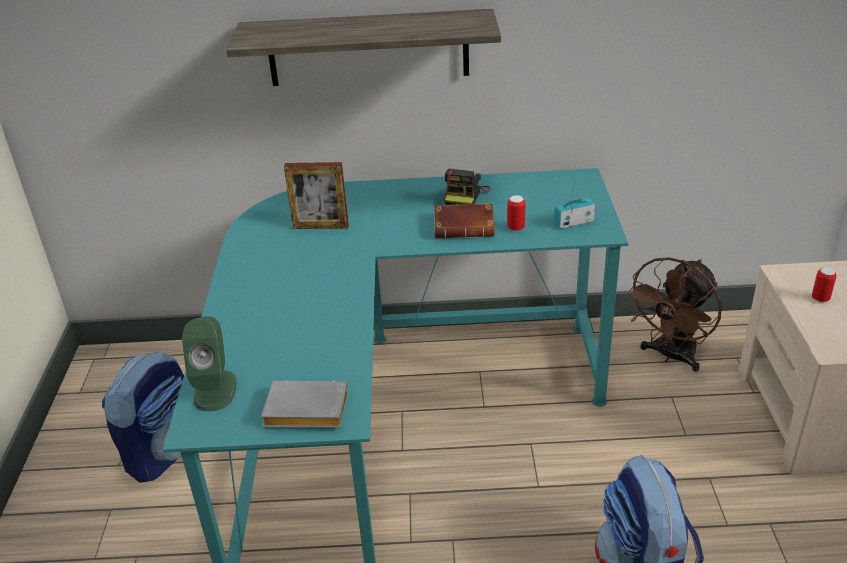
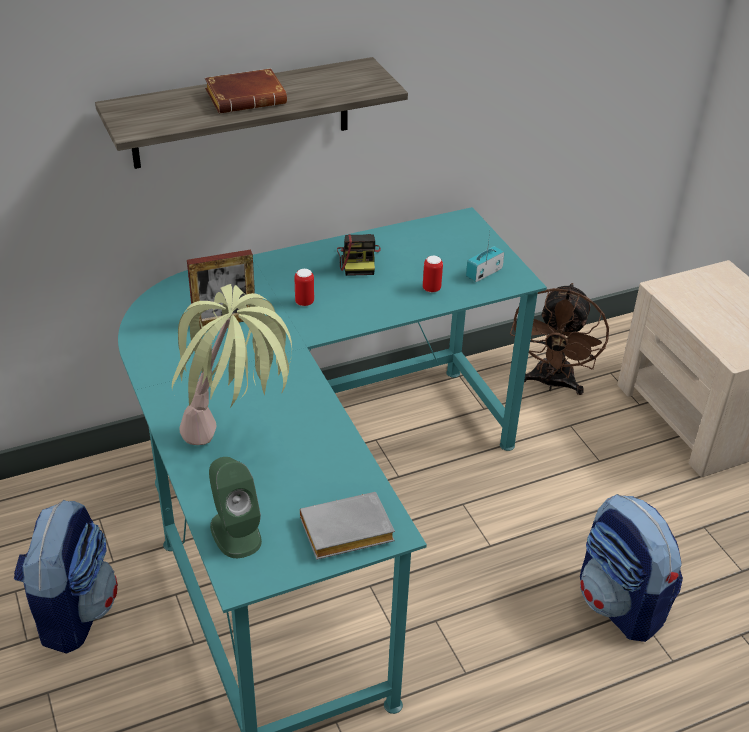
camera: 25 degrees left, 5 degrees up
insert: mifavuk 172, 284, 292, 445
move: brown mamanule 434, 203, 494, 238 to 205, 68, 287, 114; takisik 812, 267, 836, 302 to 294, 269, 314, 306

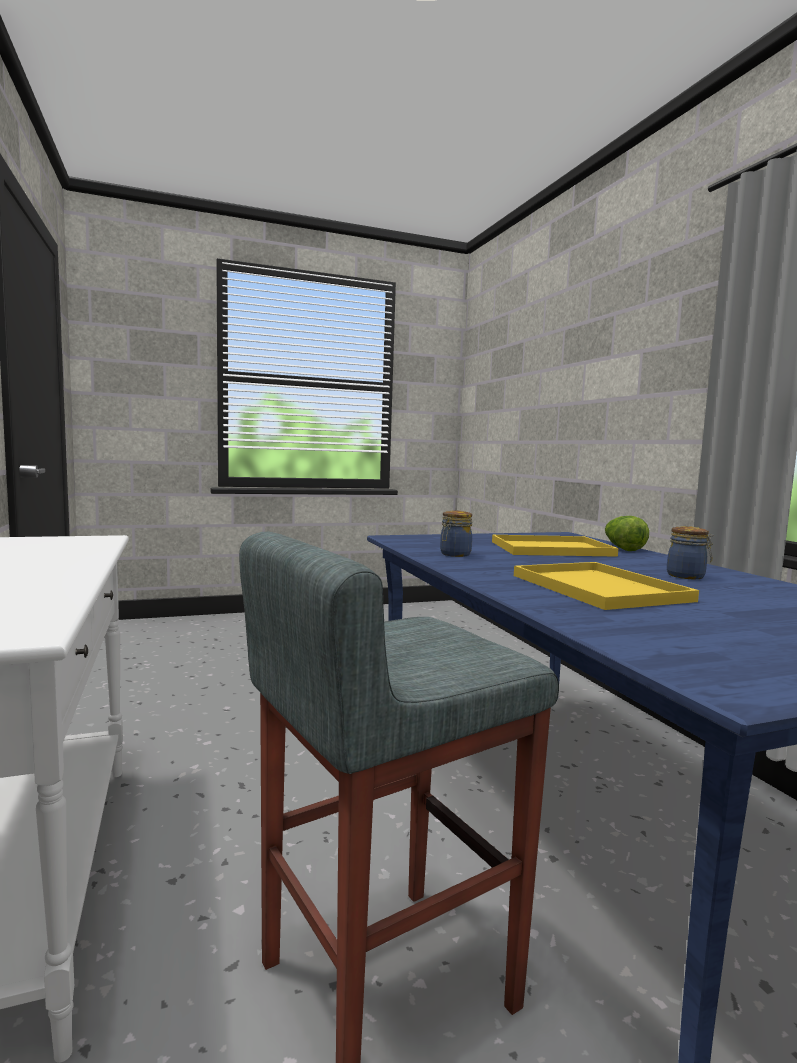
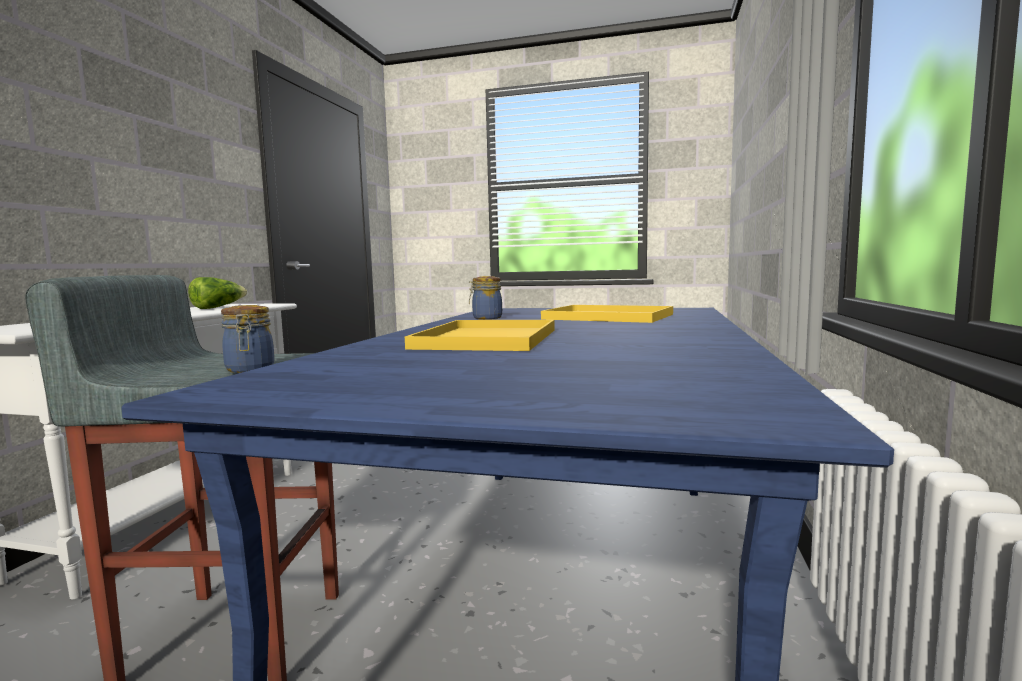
camera: 35 degrees right, 0 degrees up
move: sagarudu 605, 516, 649, 551 to 188, 277, 247, 309; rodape 667, 526, 714, 579 to 221, 305, 275, 373

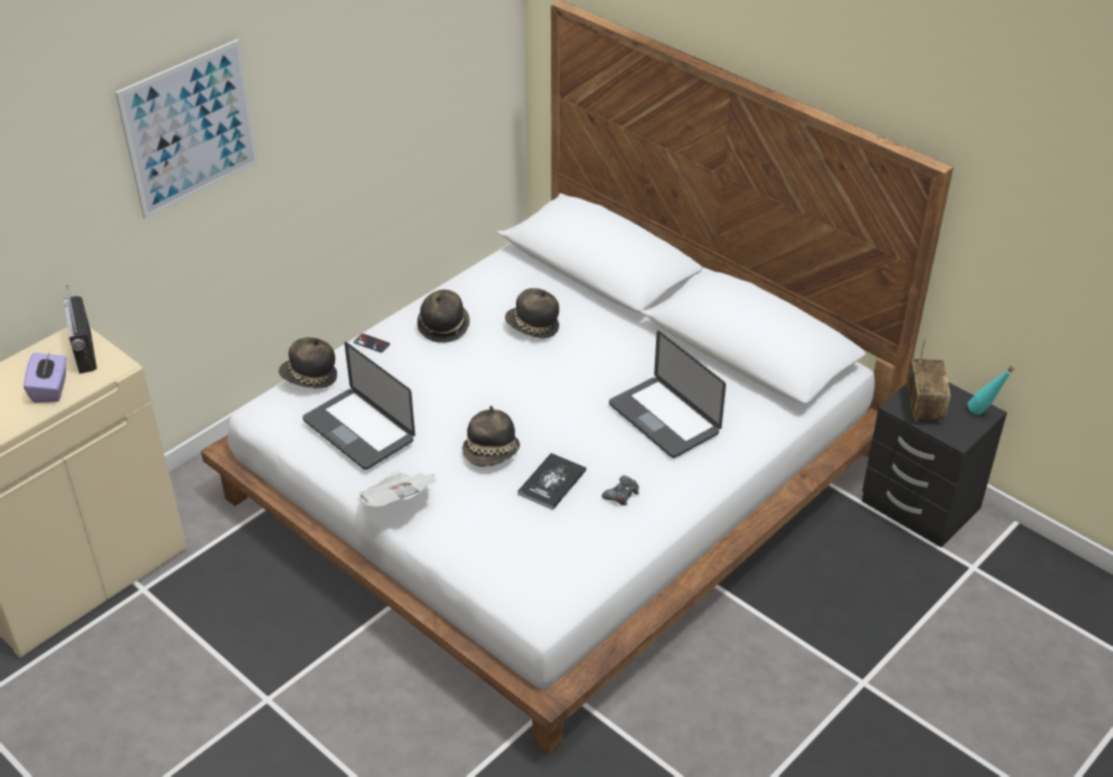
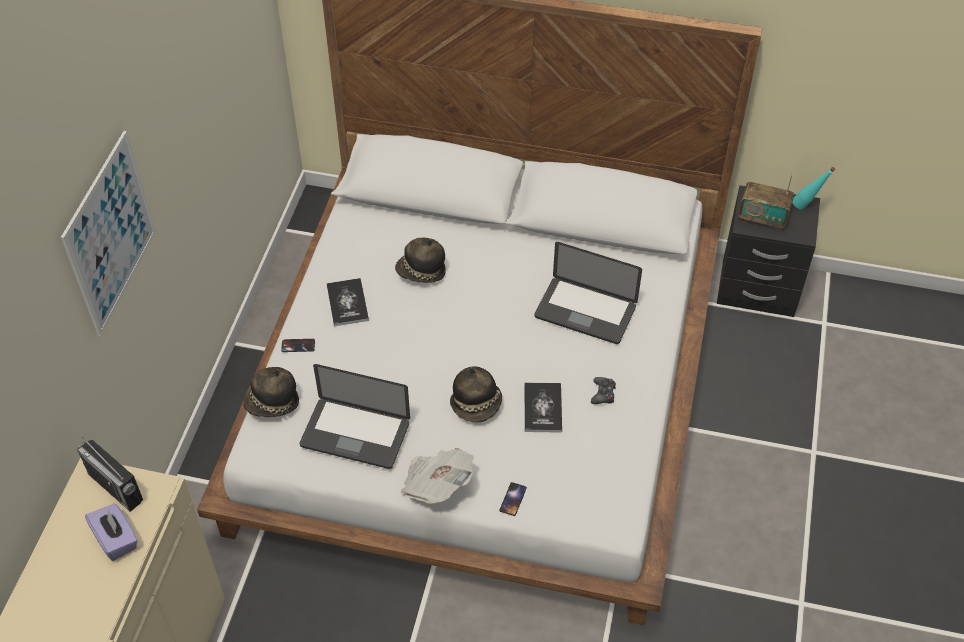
camera: 30 degrees left, 10 degrees up
insert: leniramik 499, 482, 527, 516
replace: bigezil 417, 290, 470, 343 to mamanule 326, 278, 369, 327
rotate: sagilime 907, 336, 950, 423 = 738, 173, 794, 230 135 degrees clockwise

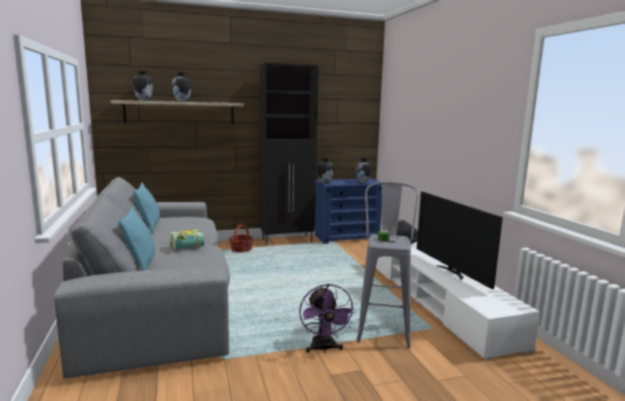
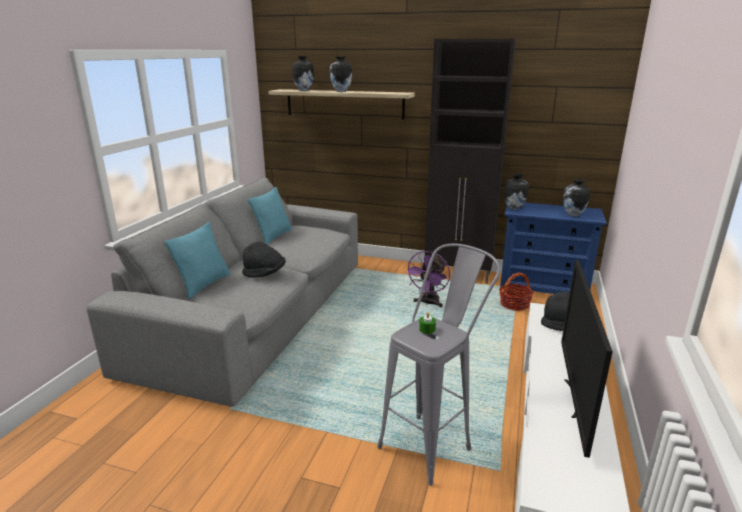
camera: 35 degrees right, 10 degrees up
move: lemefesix 229, 224, 253, 252 to 499, 272, 534, 311; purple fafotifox 299, 284, 356, 353 to 405, 251, 450, 307
replace: mamanule 170, 229, 204, 250 to black bigezil 242, 242, 286, 278

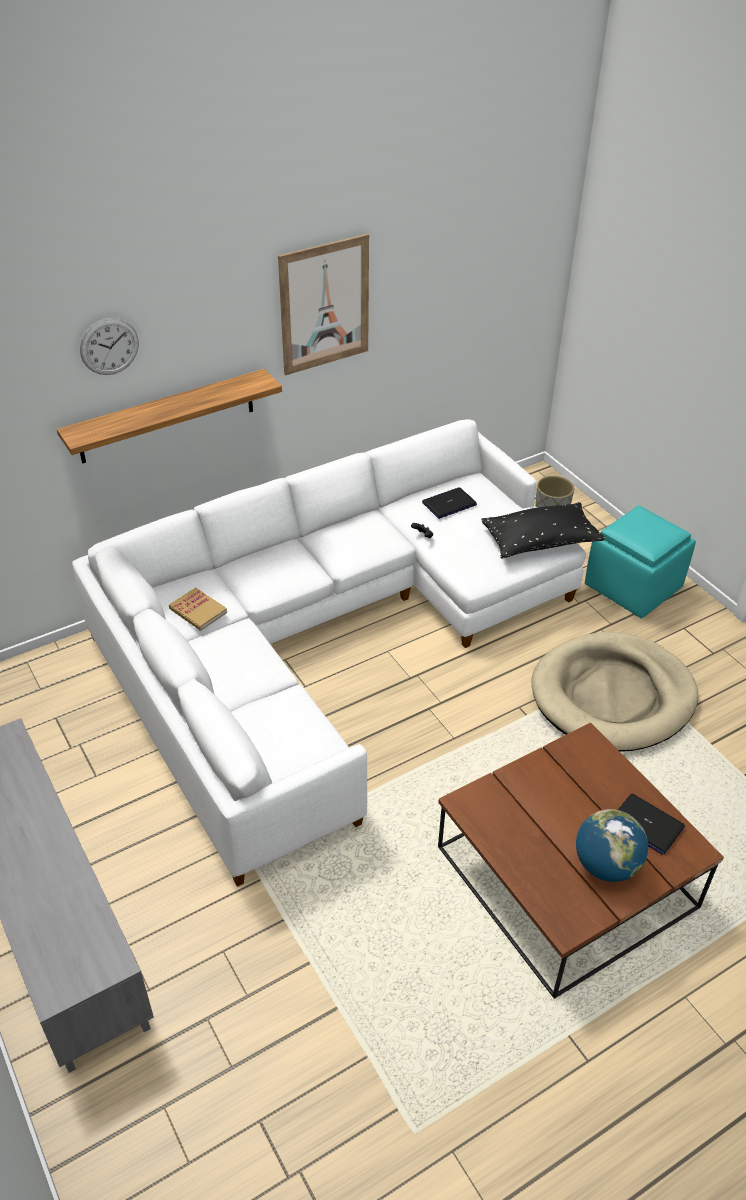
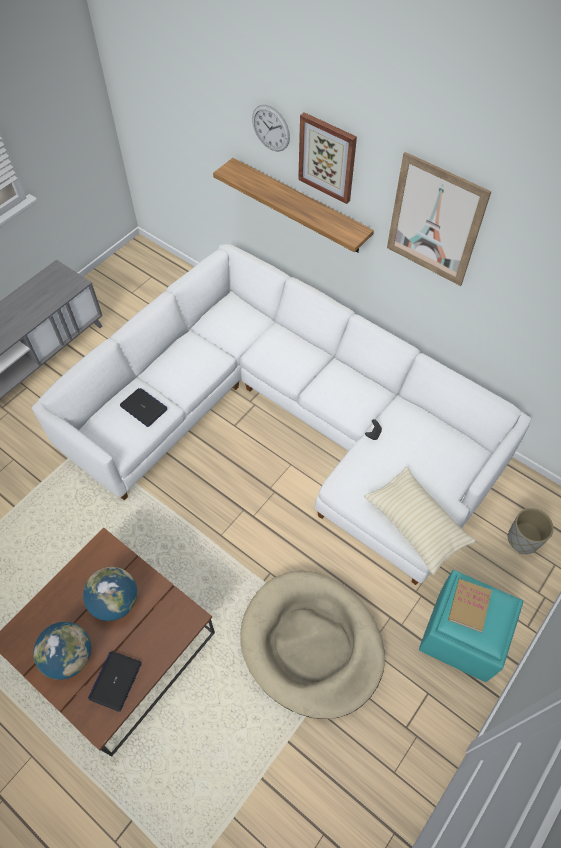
camera: 70 degrees right, 15 degrees up
insert: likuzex 83, 567, 137, 621; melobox 298, 112, 357, 204
move: mamanule 169, 587, 227, 631 to 448, 579, 492, 632; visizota 422, 487, 477, 519 to 120, 388, 168, 427
recolor: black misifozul 481, 502, 605, 559 to beige misifozul 364, 467, 476, 575

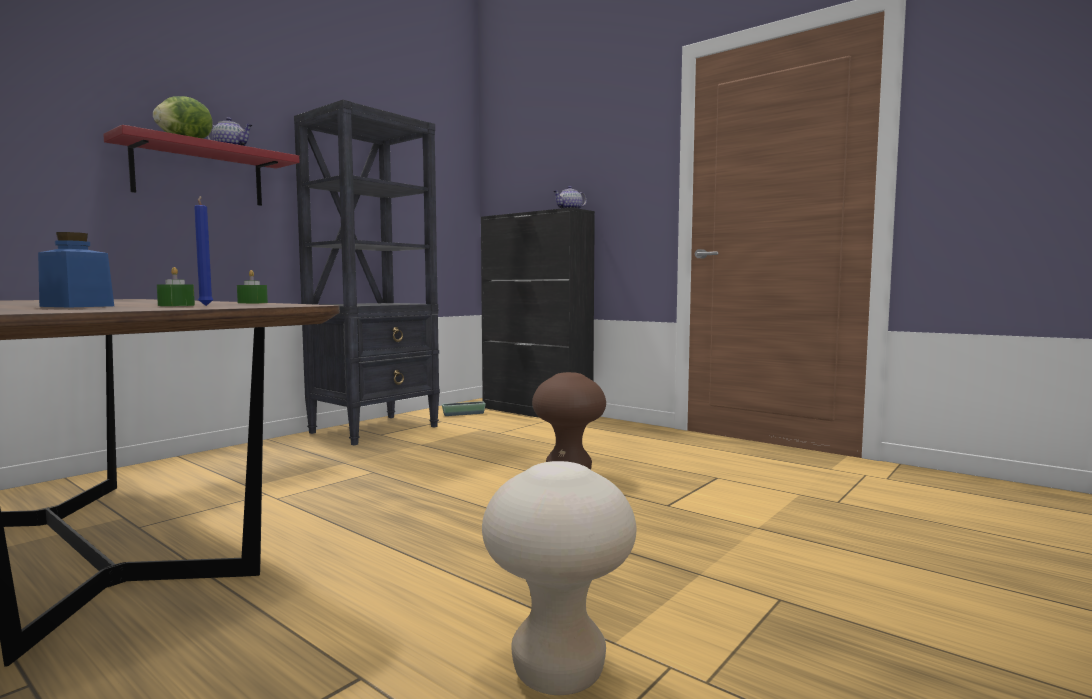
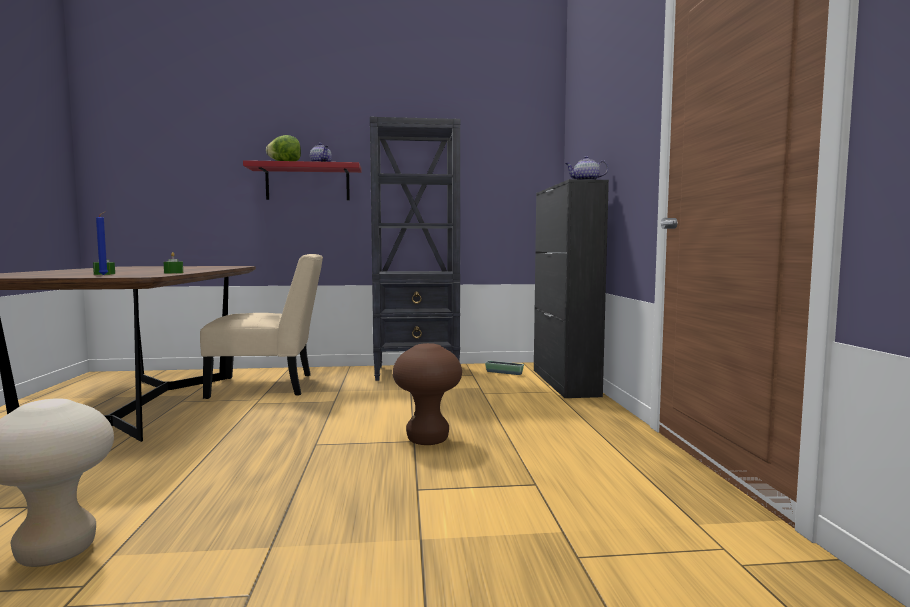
camera: 45 degrees right, 0 degrees up
delete: blue rodape 38, 232, 114, 307
insert: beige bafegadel 200, 254, 323, 399

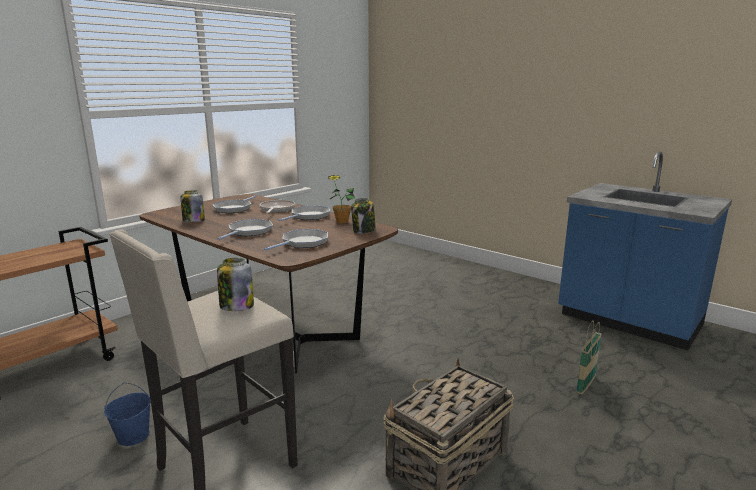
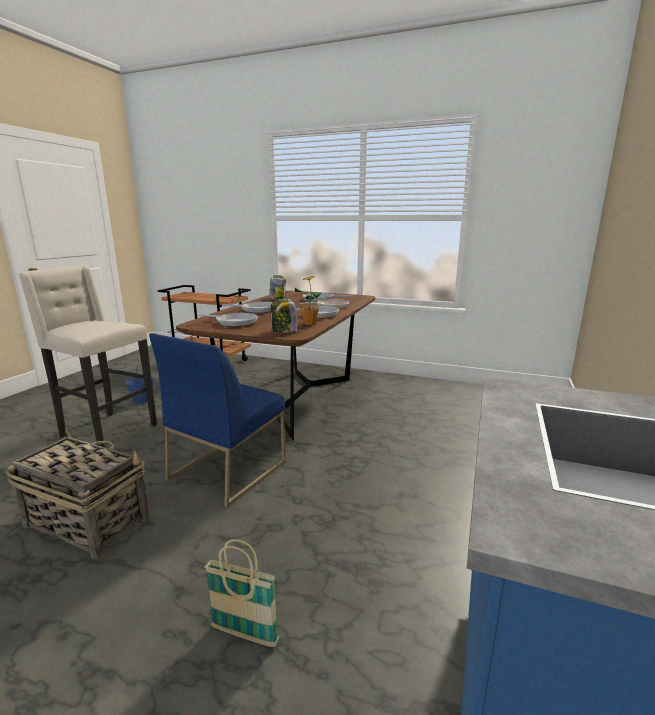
camera: 70 degrees right, 0 degrees up
delete: rodape 217, 258, 254, 311
insert: blue bafegadel 149, 333, 286, 507

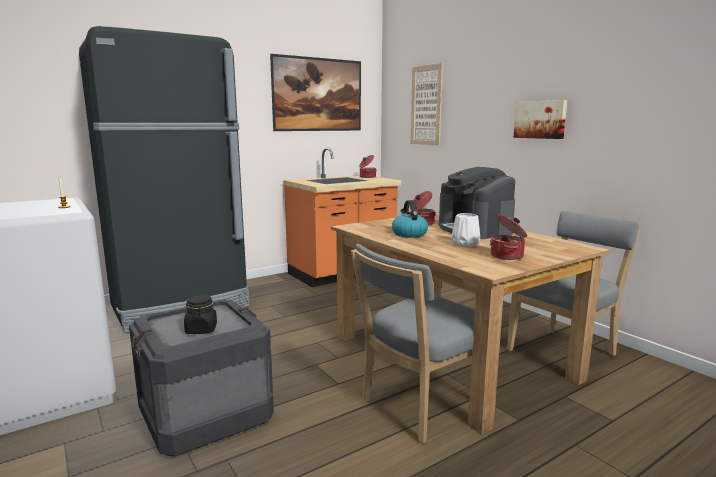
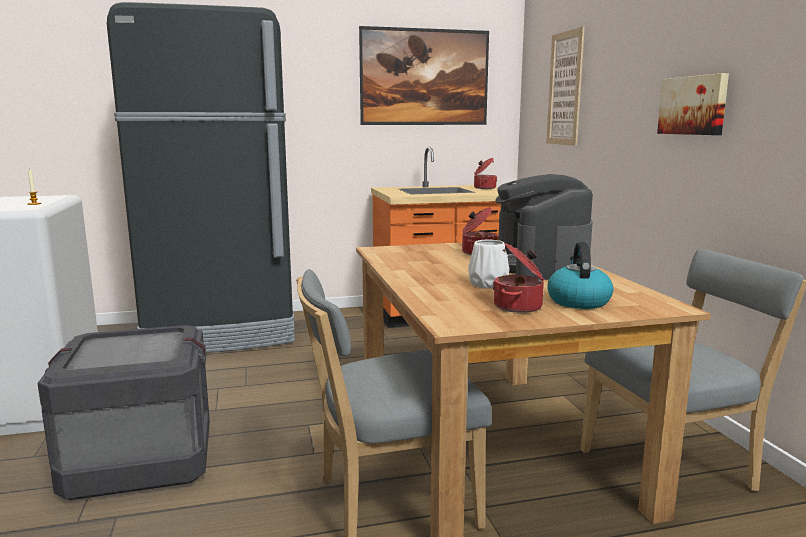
camera: 20 degrees right, 0 degrees up
delete: black rodape 184, 294, 217, 334
move: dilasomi 392, 200, 428, 238 to 547, 242, 613, 309

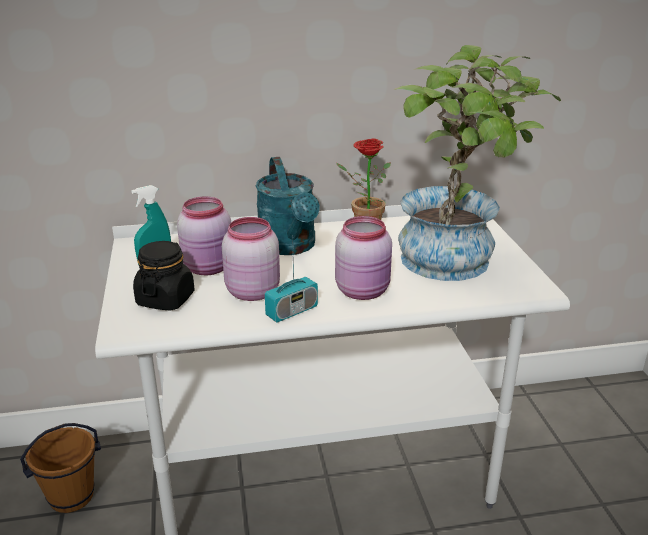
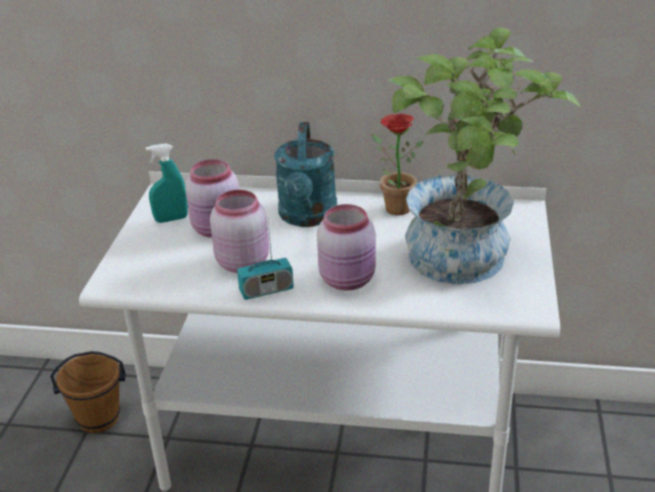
camera: 20 degrees right, 5 degrees up
delete: black rodape 133, 241, 195, 311

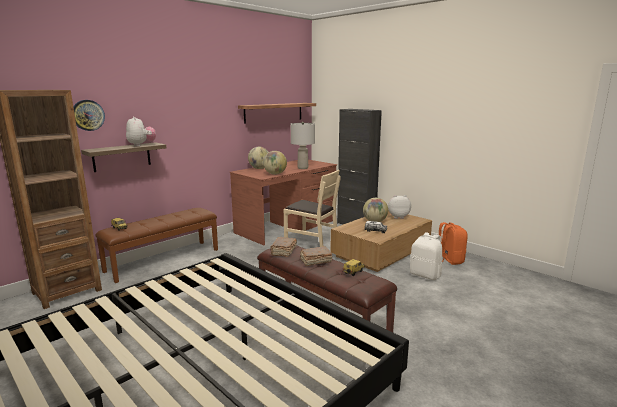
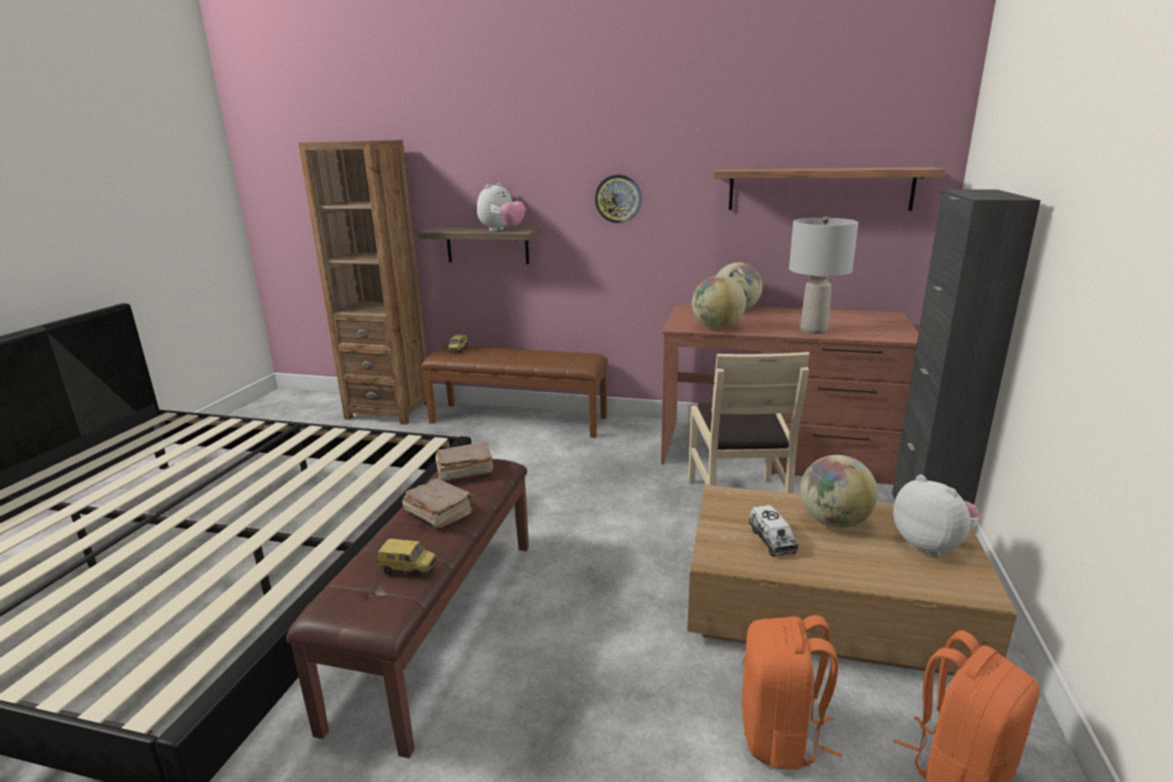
camera: 60 degrees right, 5 degrees up
move: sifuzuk 73, 100, 105, 131 to 595, 175, 641, 223
recolor: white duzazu 410, 232, 442, 280 to orange duzazu 742, 615, 842, 770

